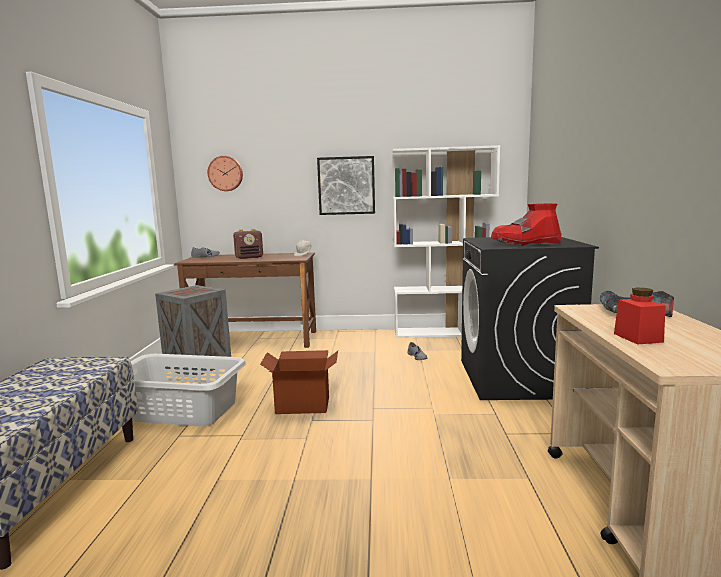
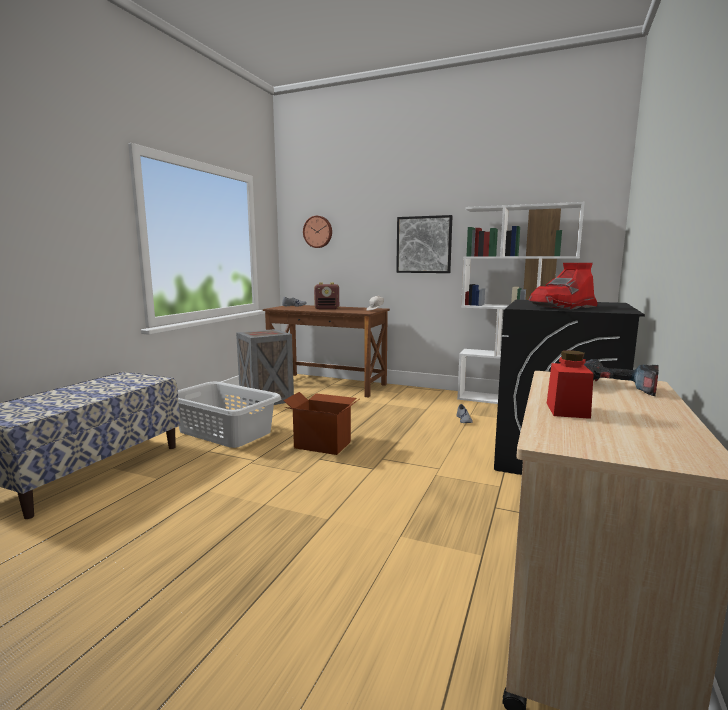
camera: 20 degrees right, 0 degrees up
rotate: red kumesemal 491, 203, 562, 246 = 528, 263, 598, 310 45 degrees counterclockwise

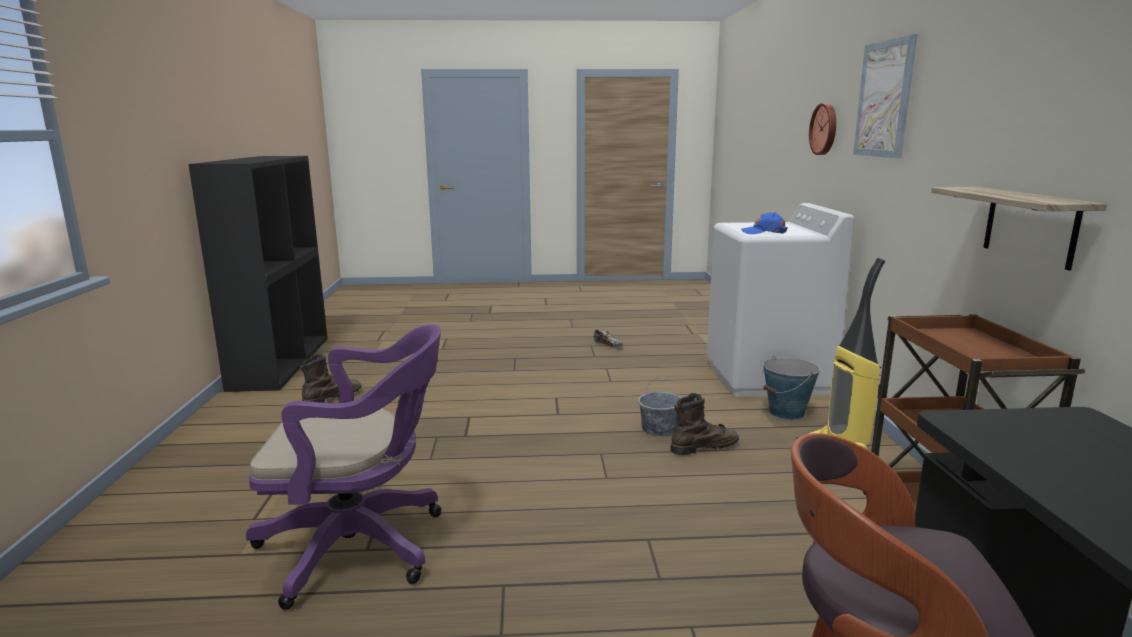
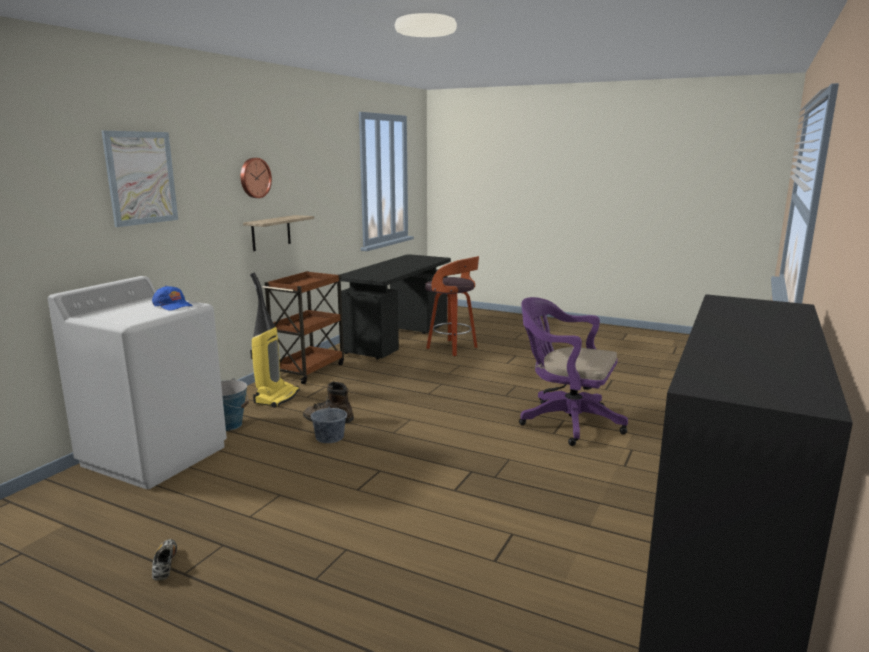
camera: 150 degrees left, 0 degrees up
delete: brown kumesemal 300, 354, 362, 403
move: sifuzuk 809, 103, 836, 155 to 241, 158, 272, 198

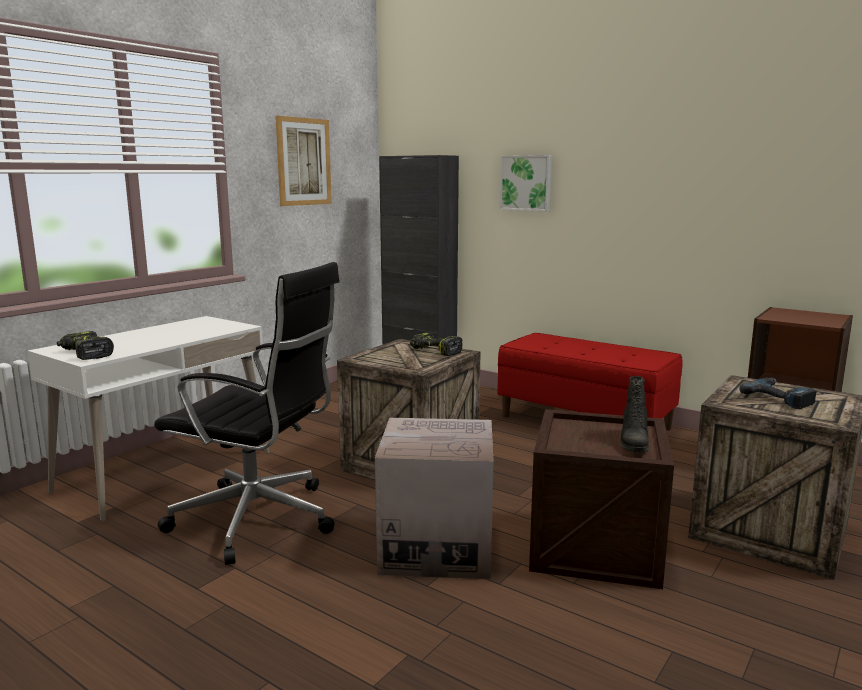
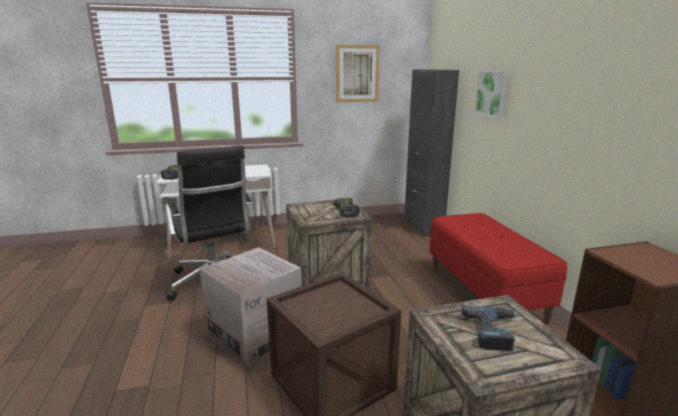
camera: 40 degrees right, 5 degrees up
delete: black kumesemal 620, 376, 649, 452

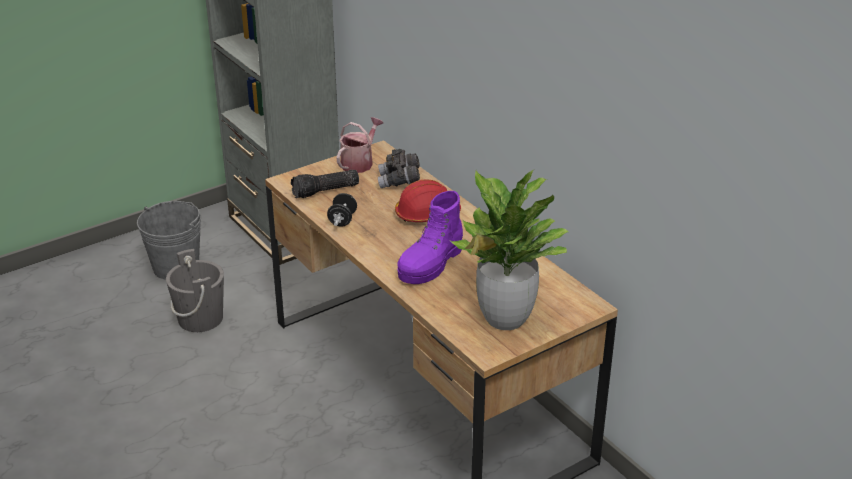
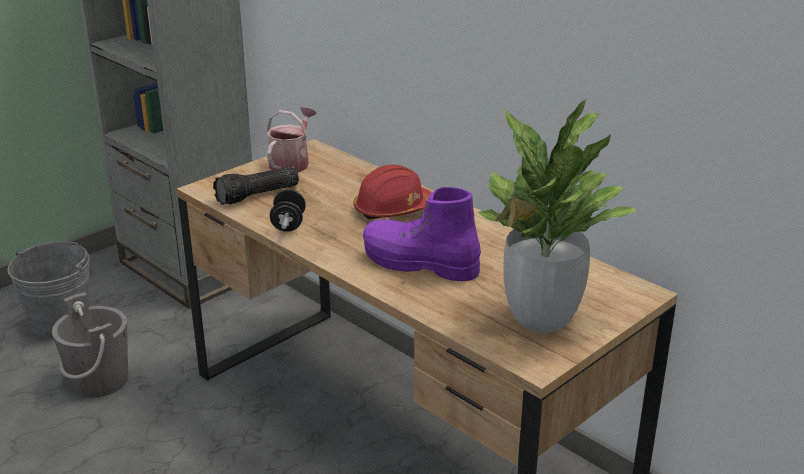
camera: 10 degrees left, 5 degrees down
delete: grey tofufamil 378, 149, 420, 188
rotate: purple kumesemal 397, 191, 463, 284 = 363, 187, 481, 281 90 degrees clockwise

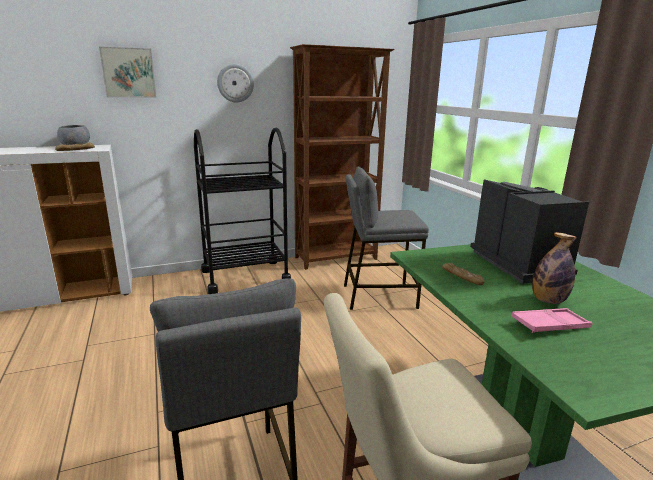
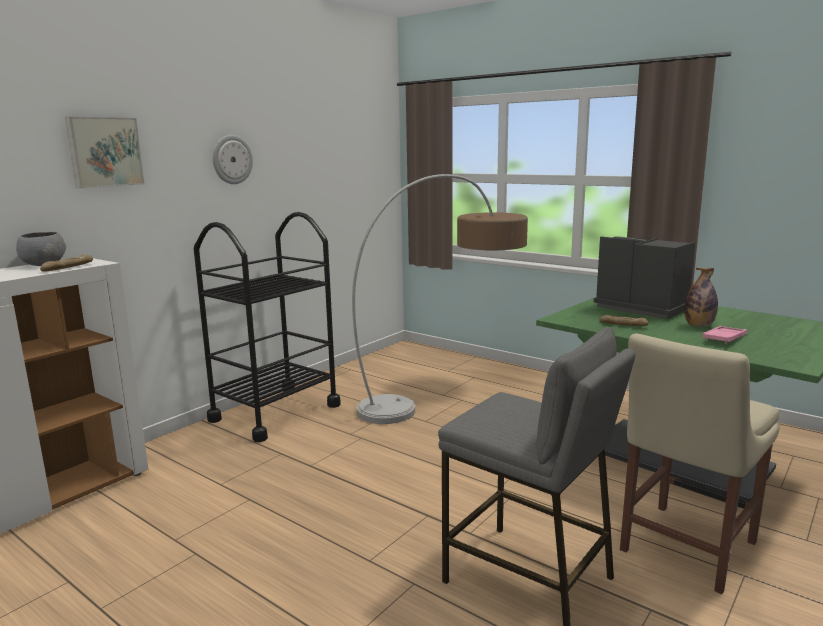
camera: 30 degrees left, 5 degrees down
delete: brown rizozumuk 290, 44, 395, 270
replace: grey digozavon 344, 167, 429, 310 to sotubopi 352, 174, 528, 424

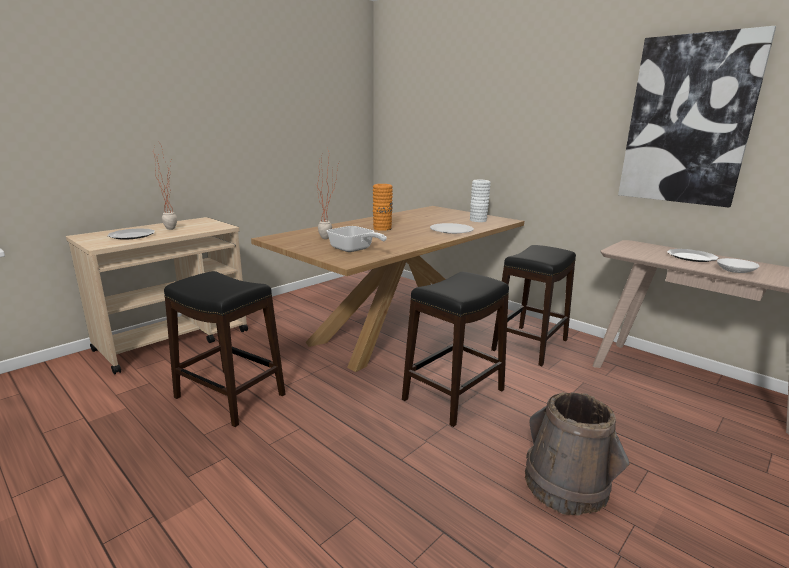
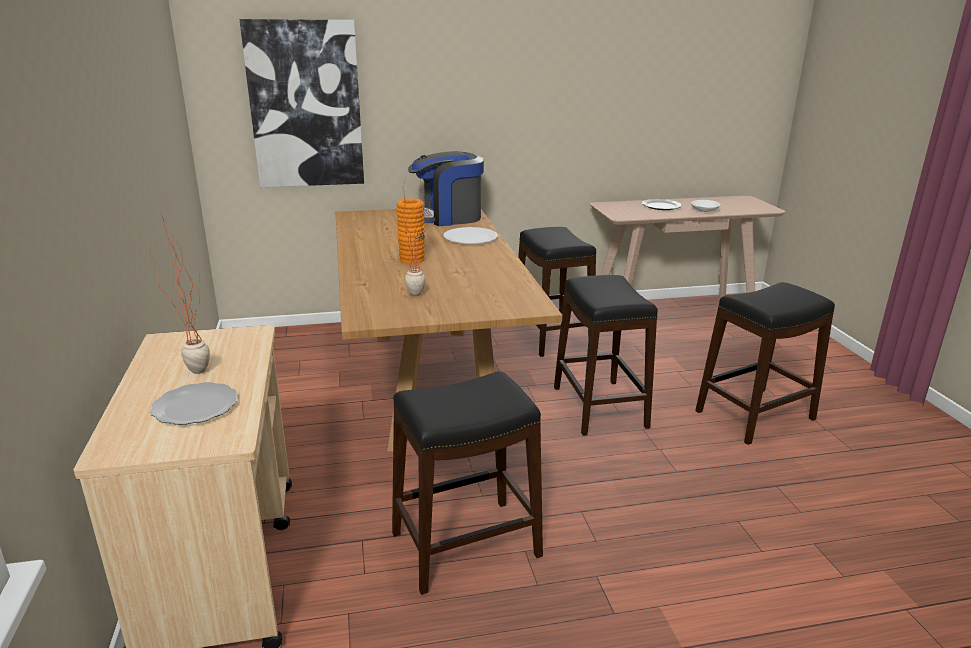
camera: 55 degrees left, 5 degrees up
delete: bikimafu 327, 226, 387, 252
move: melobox 618, 26, 776, 208 to 239, 19, 364, 187
replace: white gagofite 470, 180, 491, 222 to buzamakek 408, 151, 484, 226; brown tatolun 525, 392, 629, 516 to black digozavon 695, 282, 835, 445

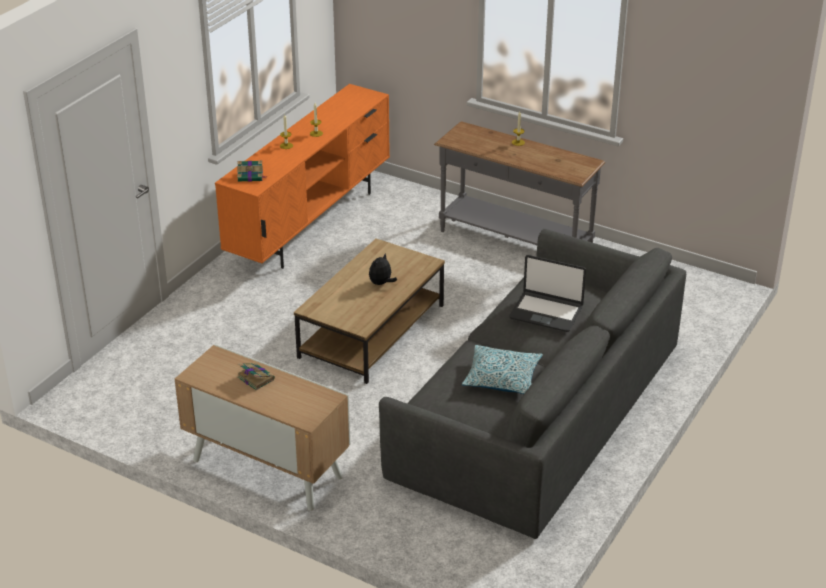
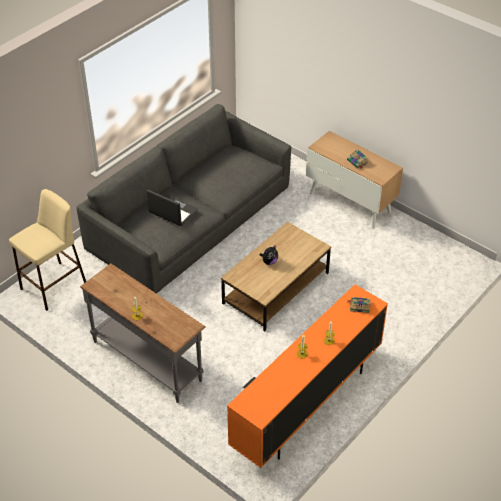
camera: 170 degrees left, 10 degrees up
delete: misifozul 462, 345, 543, 394
insert: beige digozavon 9, 189, 86, 311

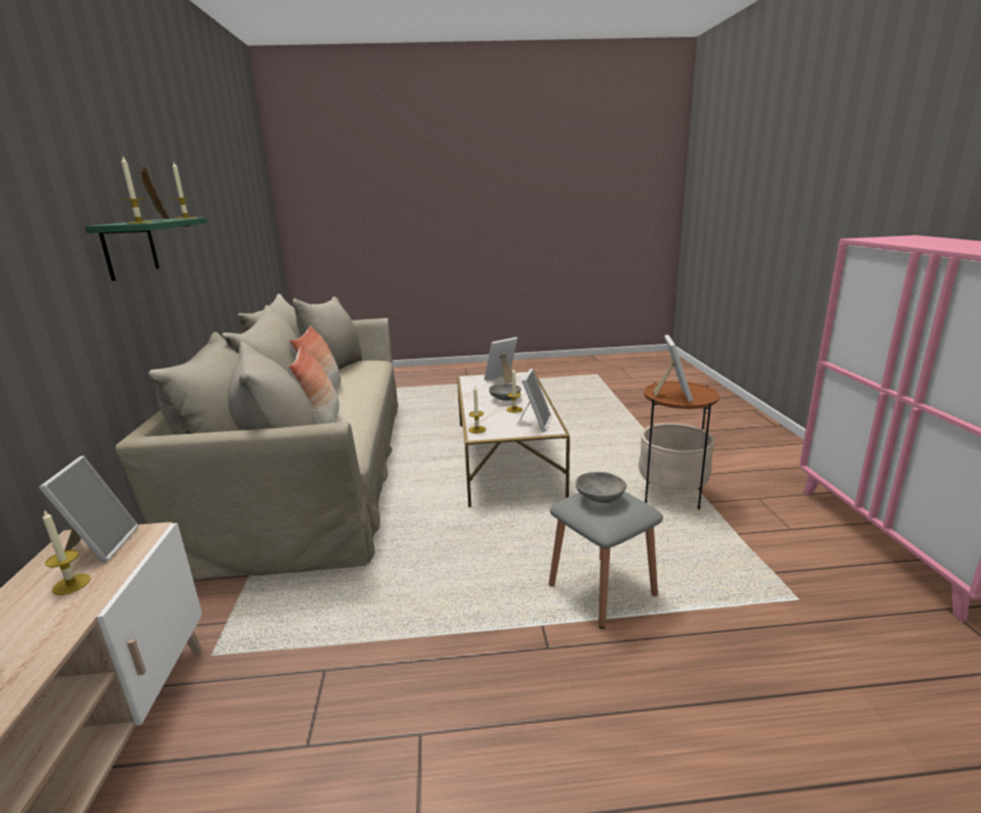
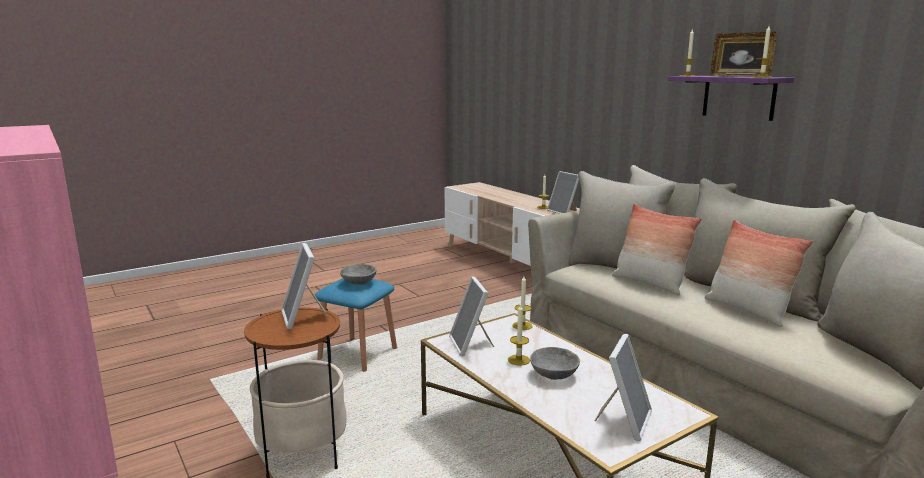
camera: 150 degrees right, 5 degrees down
recolor: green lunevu 85, 217, 207, 281 to purple lunevu 668, 76, 794, 121; grey digozavon 549, 492, 663, 629 to blue digozavon 315, 278, 397, 372

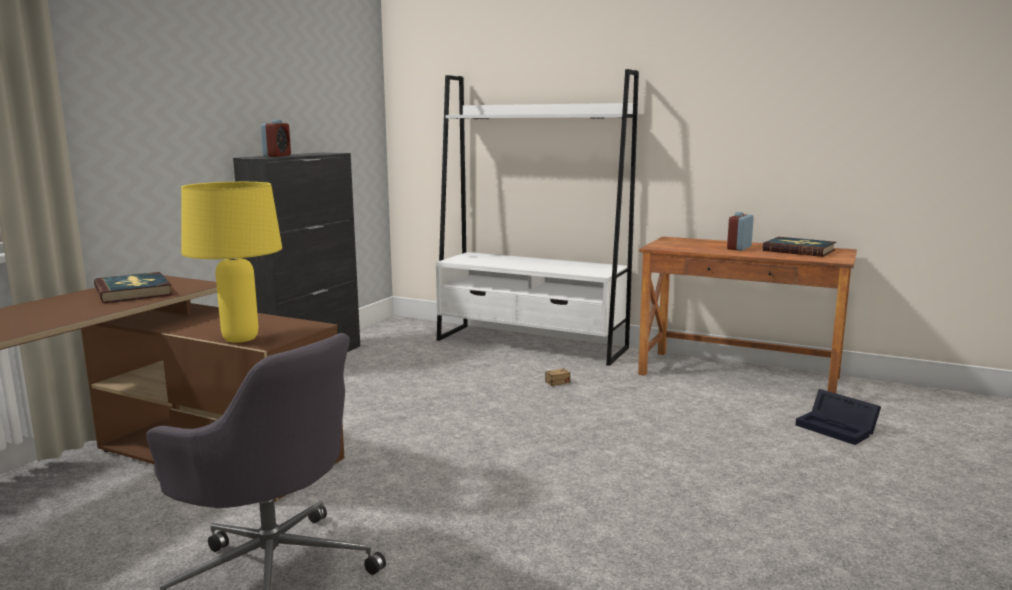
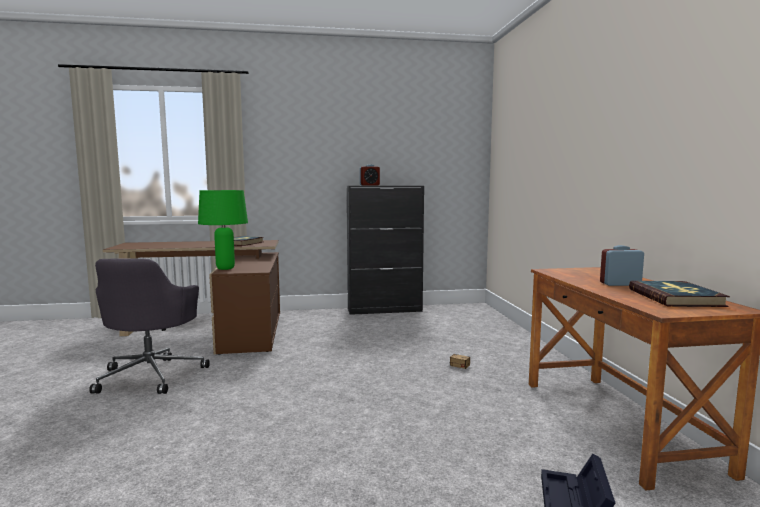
camera: 55 degrees right, 5 degrees down
delete: white rizozumuk 436, 69, 639, 366
recolor: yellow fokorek 181, 182, 282, 343 to green fokorek 198, 190, 248, 270

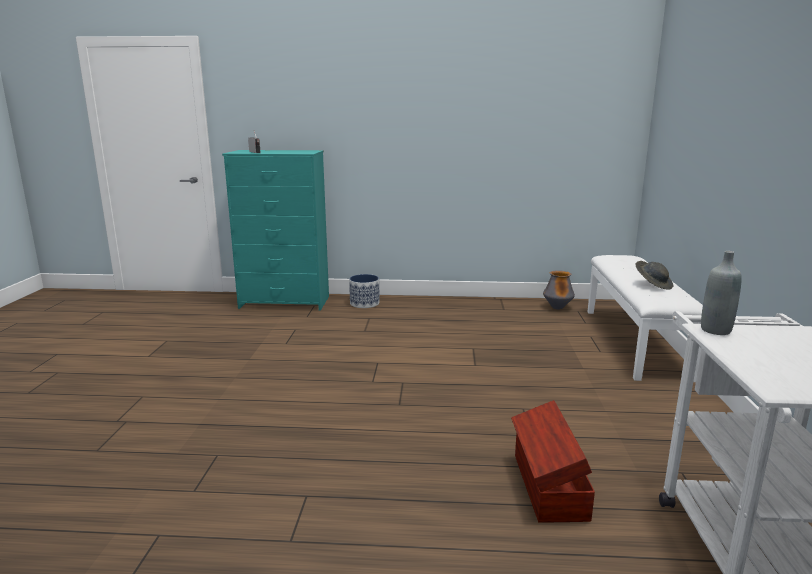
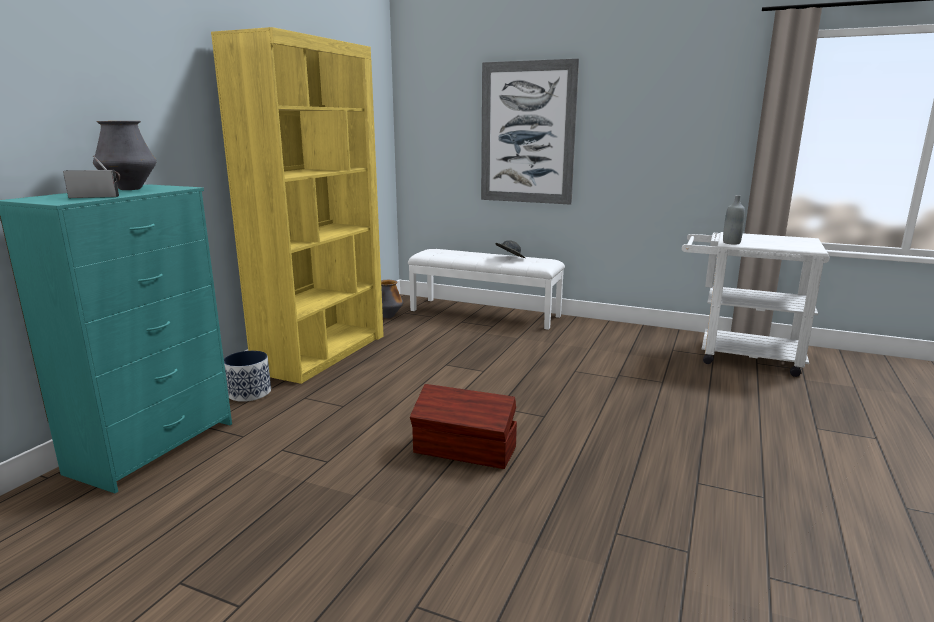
camera: 70 degrees left, 0 degrees up
insert: gagofite 93, 121, 156, 190; yellow rizozumuk 211, 27, 384, 384; melobox 481, 59, 579, 205
move: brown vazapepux 511, 400, 595, 522 to 410, 384, 517, 469

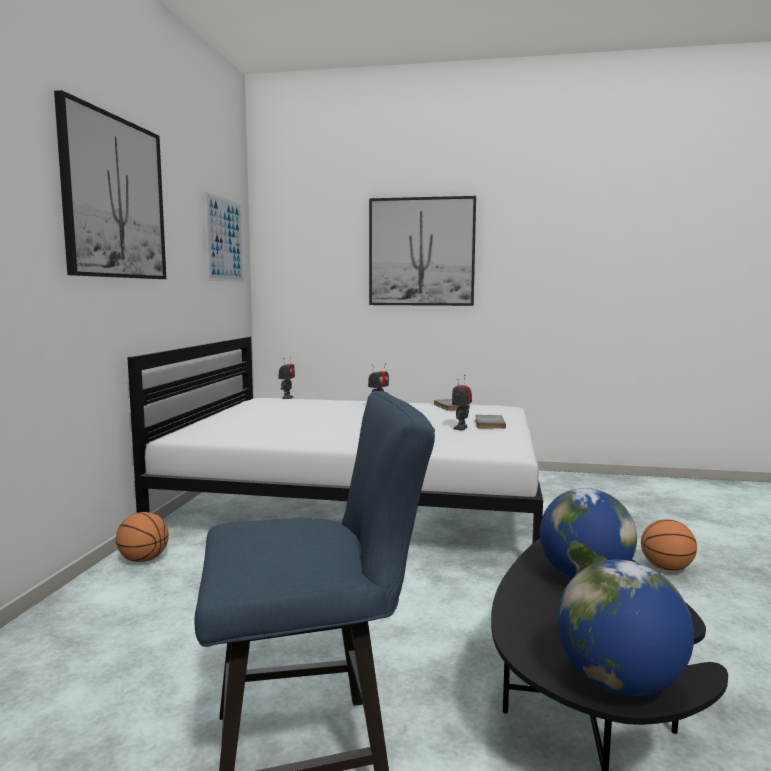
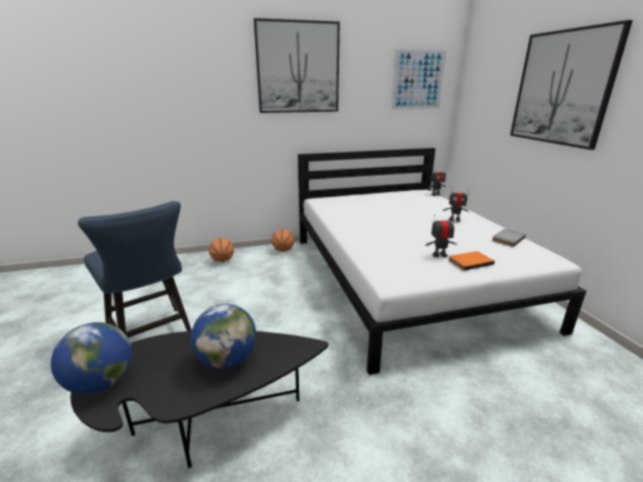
camera: 65 degrees right, 15 degrees up
move: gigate 641, 519, 697, 571 to 209, 238, 234, 262
recolor: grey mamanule 475, 415, 506, 429 to orange mamanule 448, 251, 495, 271

